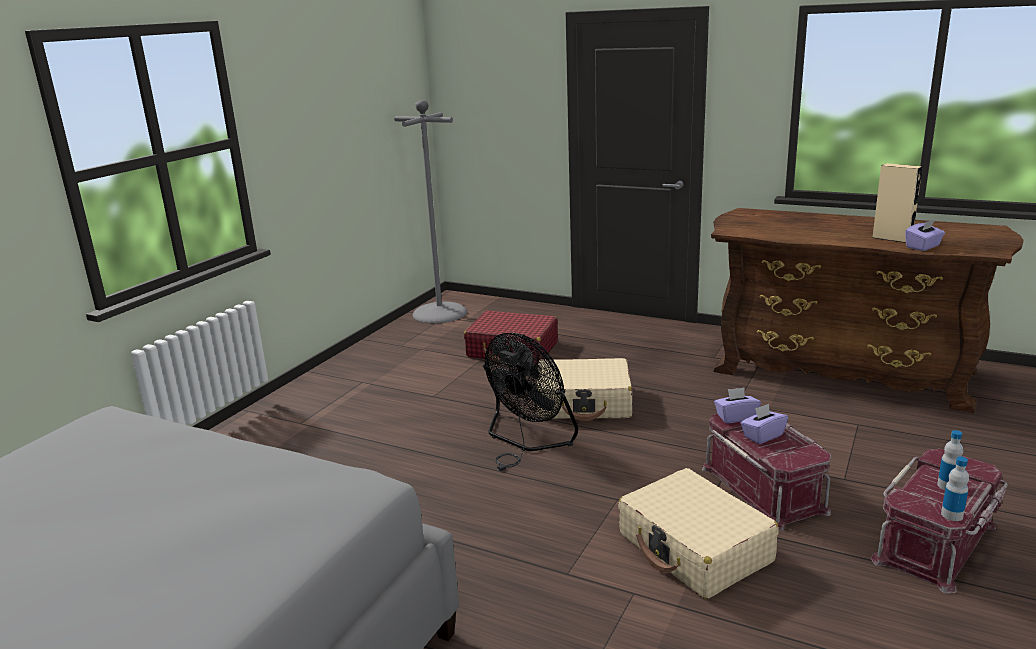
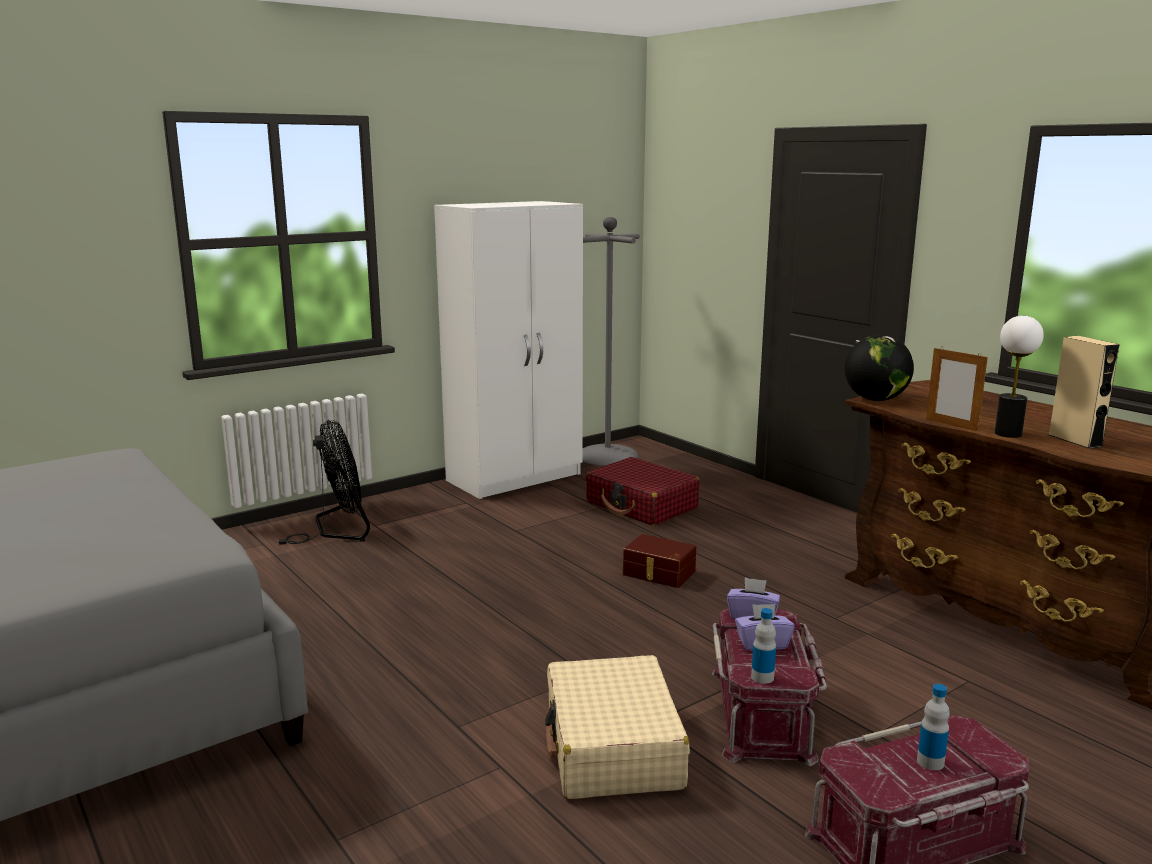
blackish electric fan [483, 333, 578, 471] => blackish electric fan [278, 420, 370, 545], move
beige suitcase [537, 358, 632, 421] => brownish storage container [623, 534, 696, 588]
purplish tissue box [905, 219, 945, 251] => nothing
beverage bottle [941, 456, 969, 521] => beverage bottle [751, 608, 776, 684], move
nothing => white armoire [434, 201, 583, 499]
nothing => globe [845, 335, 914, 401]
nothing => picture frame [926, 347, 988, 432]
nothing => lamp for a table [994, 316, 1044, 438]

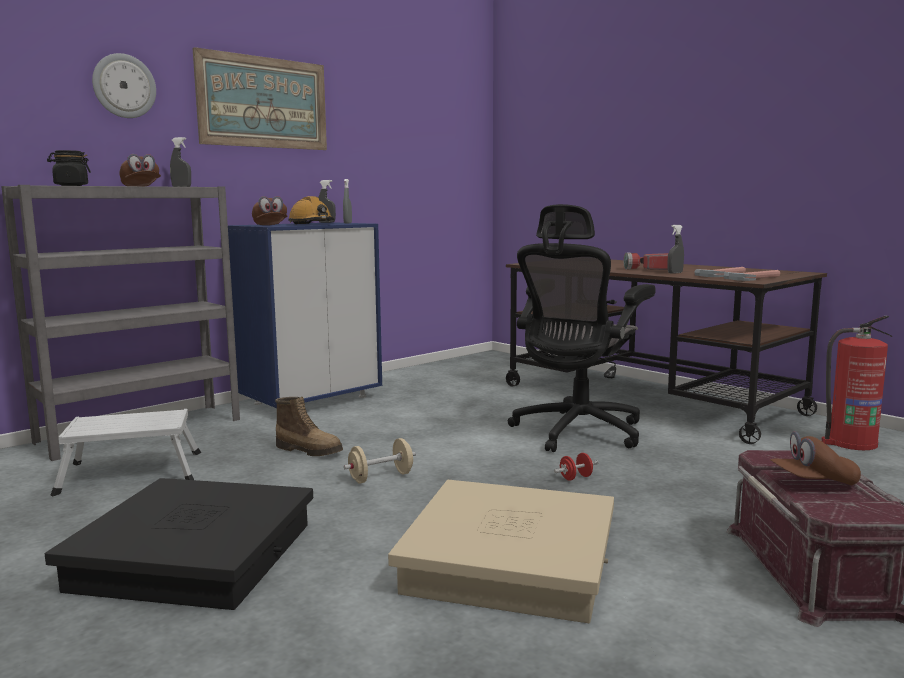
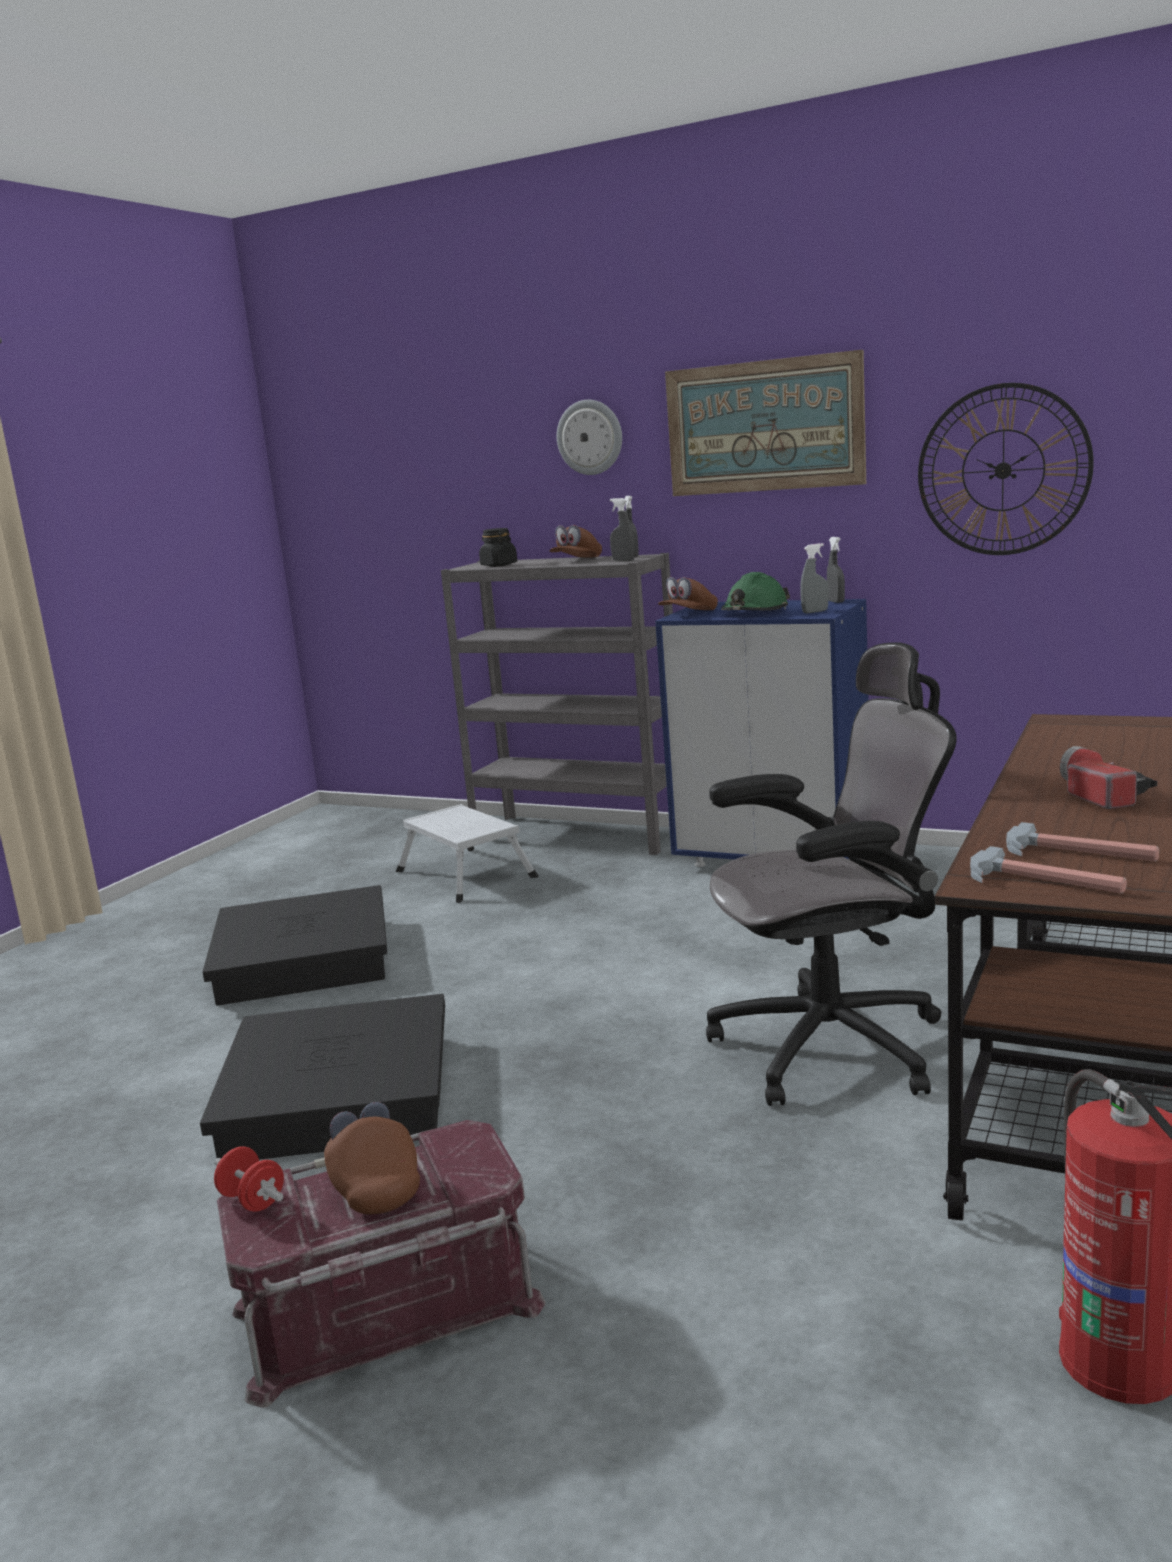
tall boot [275, 397, 343, 456] => nothing
orange hard hat [288, 196, 335, 224] => green-coloured hard hat [721, 572, 790, 611]
beige hand weight [344, 438, 416, 483] => nothing
beige storage container [388, 480, 614, 623] => blackish storage container [200, 994, 445, 1160]
office chair [508, 204, 655, 452] => office chair [706, 642, 957, 1106], 150 degrees clockwise
reddish hand weight [554, 453, 599, 481] => reddish hand weight [214, 1147, 284, 1212], move
gray spray bottle [667, 225, 684, 274] => gray spray bottle [610, 498, 635, 561], move
nothing => clock on the wall [918, 383, 1094, 555]

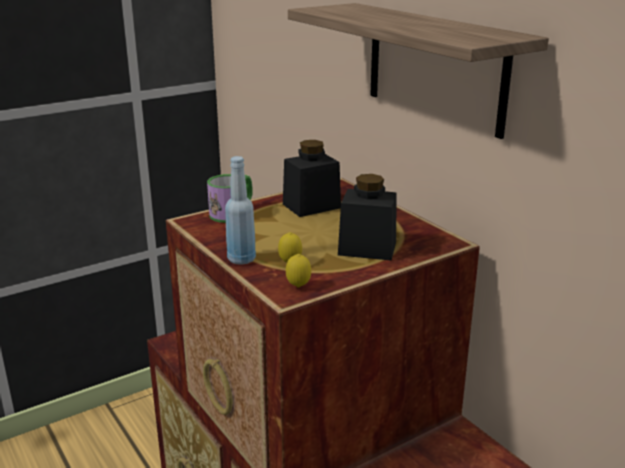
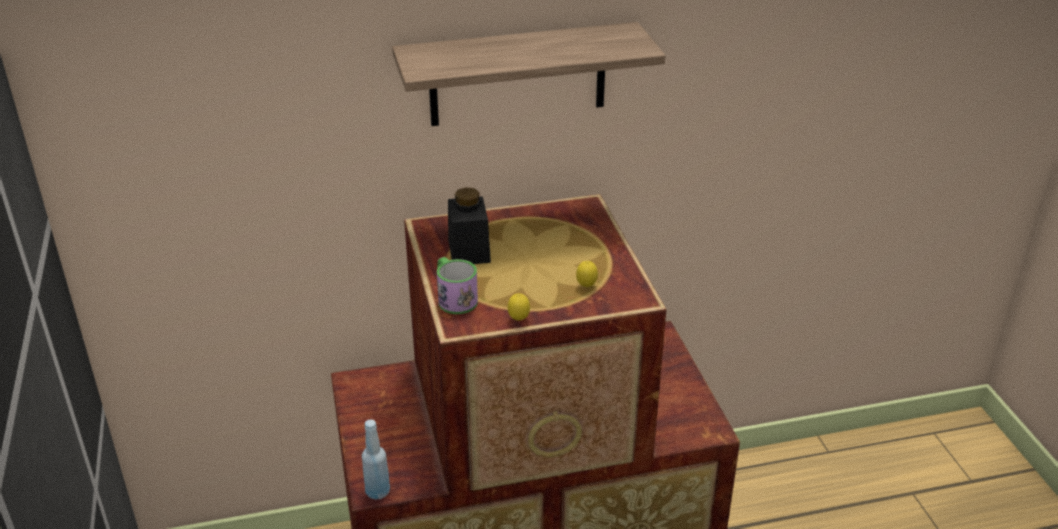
blue beverage bottle [225, 156, 256, 265] => blue beverage bottle [362, 419, 390, 500], move
citrus fruit [286, 254, 311, 288] => citrus fruit [508, 293, 530, 321], move
blackish storage jar [338, 174, 397, 261] => nothing

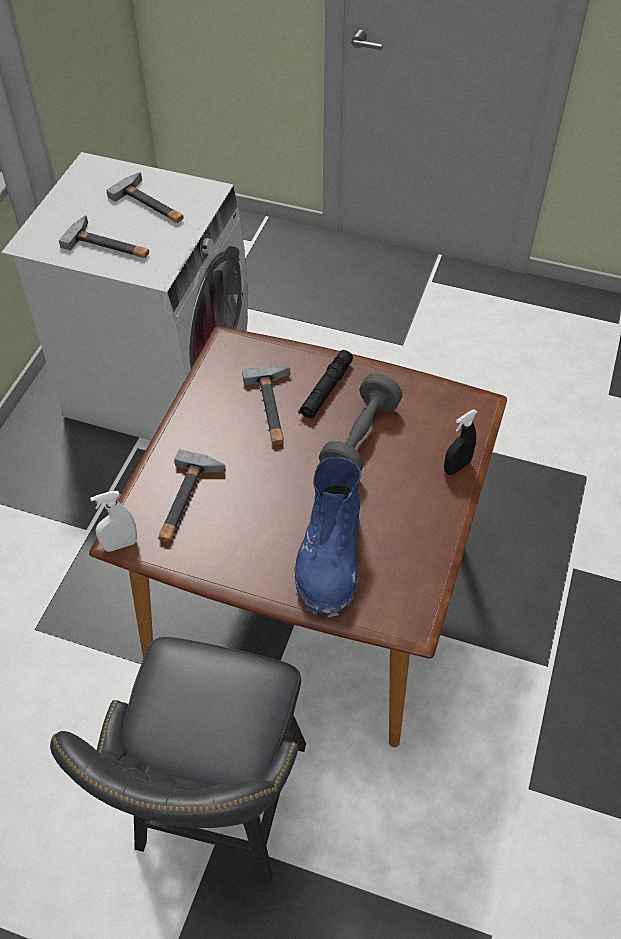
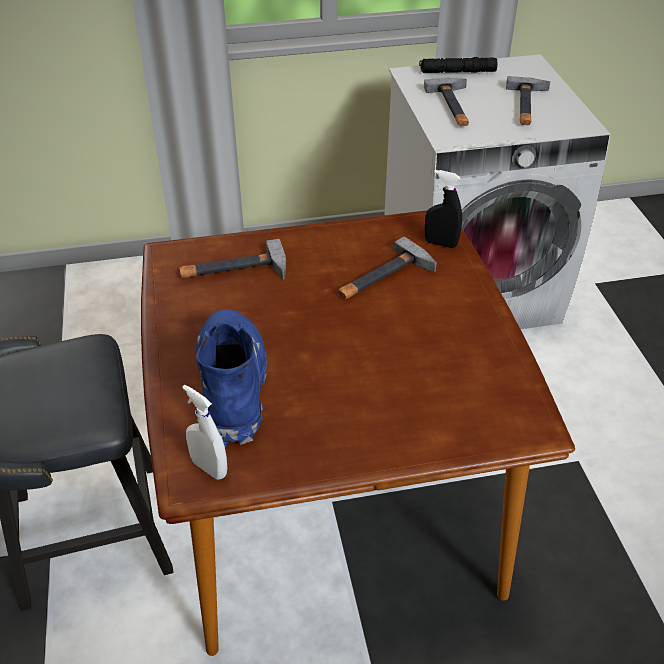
white spray bottle [90, 491, 137, 552] => white spray bottle [182, 385, 227, 480], move
blue tall boot [294, 457, 361, 618] => blue tall boot [196, 309, 267, 447], 105 degrees clockwise
blackish torch [298, 350, 353, 419] => blackish torch [419, 57, 498, 73], move
gray hand weight [319, 373, 402, 470] => nothing
blackish spray bottle [444, 409, 477, 475] => blackish spray bottle [425, 170, 462, 248], move

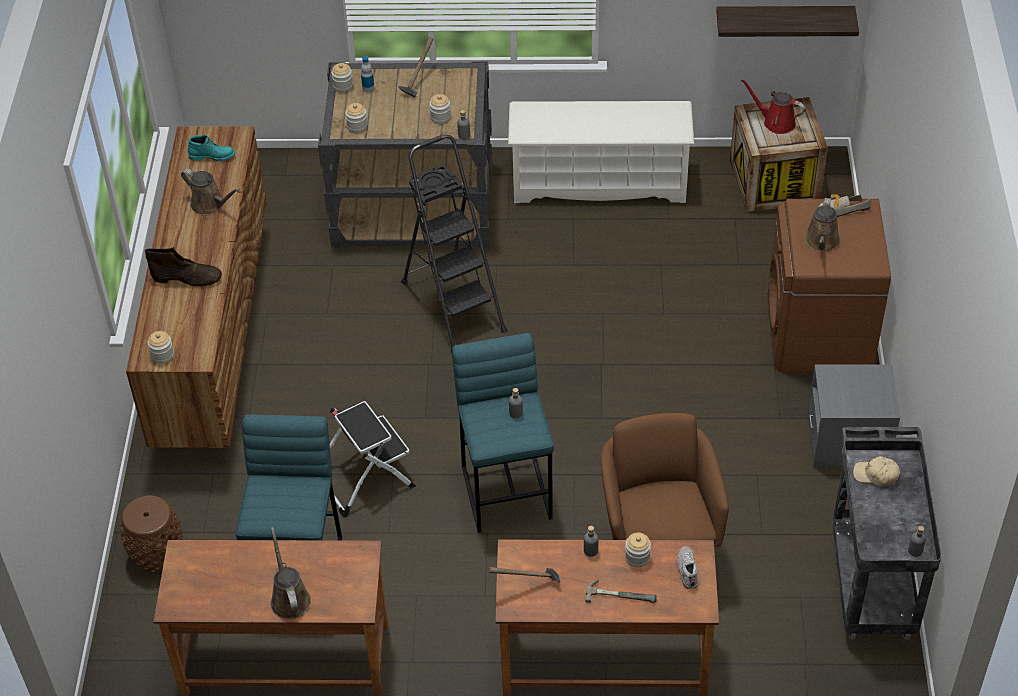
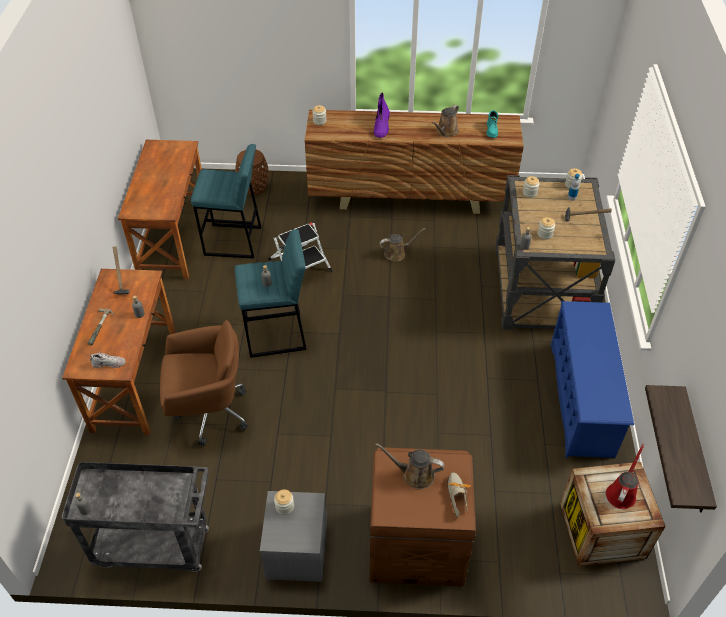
brownish tall boot [145, 247, 222, 287] => purplish tall boot [374, 93, 390, 138]
brownish sprinkling can [271, 527, 311, 620] => brownish sprinkling can [379, 228, 425, 261], move
stepladder [401, 135, 508, 353] => nothing
white shoe shelf [508, 101, 694, 203] => blue shoe shelf [551, 301, 634, 458]
storage jar [625, 533, 651, 567] => storage jar [274, 489, 294, 515], move
beige cap [853, 456, 900, 487] => nothing

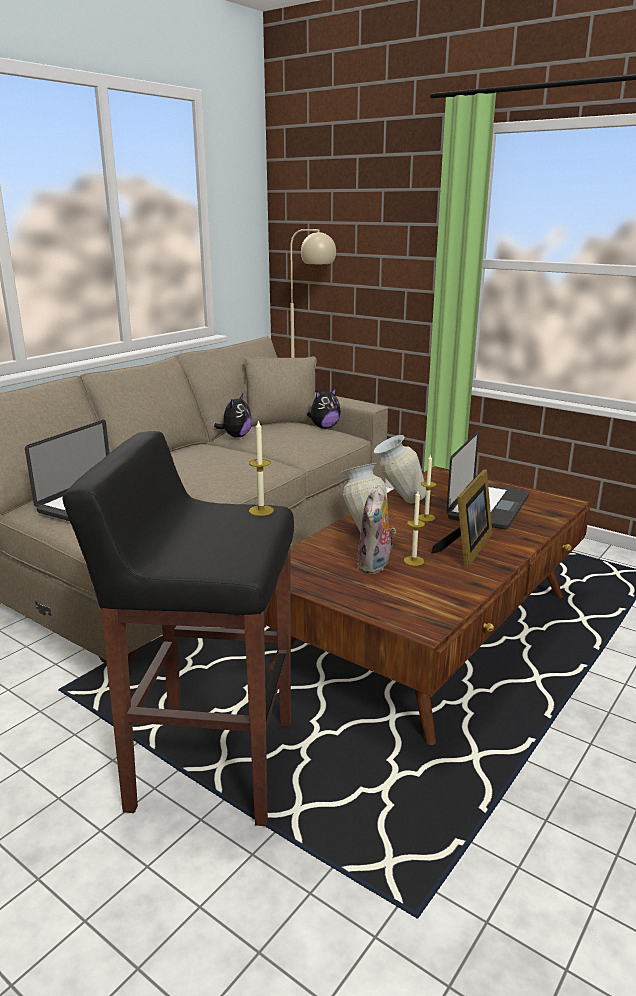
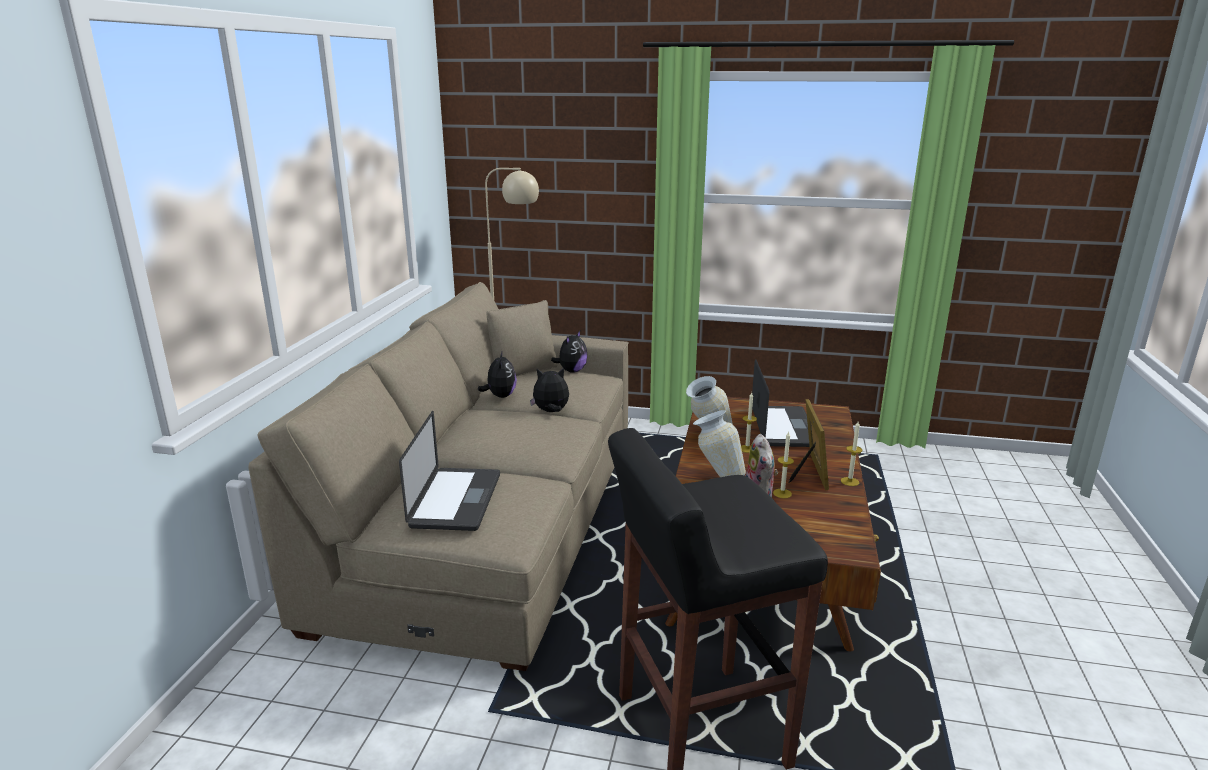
candle [249, 420, 274, 516] => candle [841, 422, 863, 486], move
nothing => soft toy [530, 368, 569, 412]

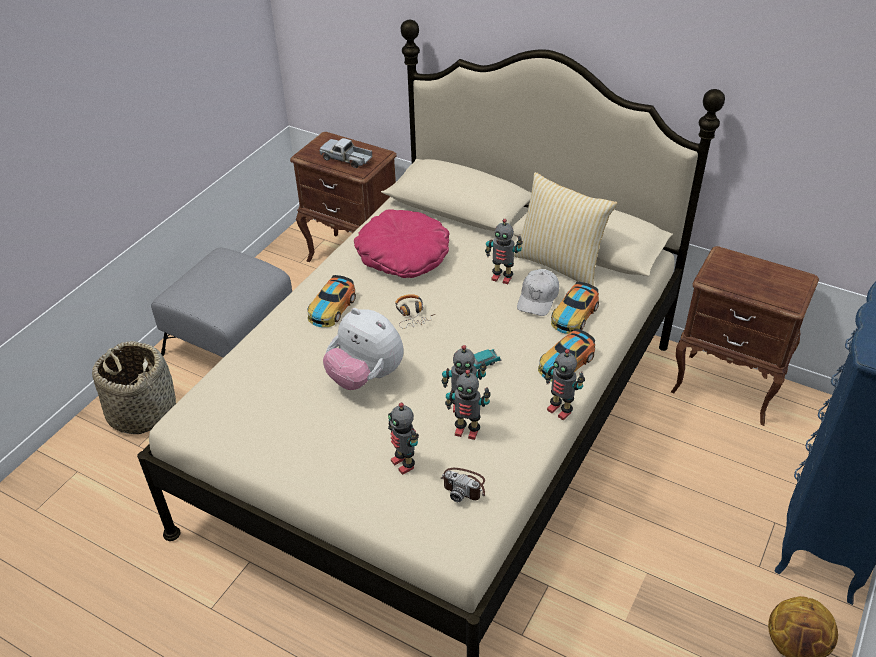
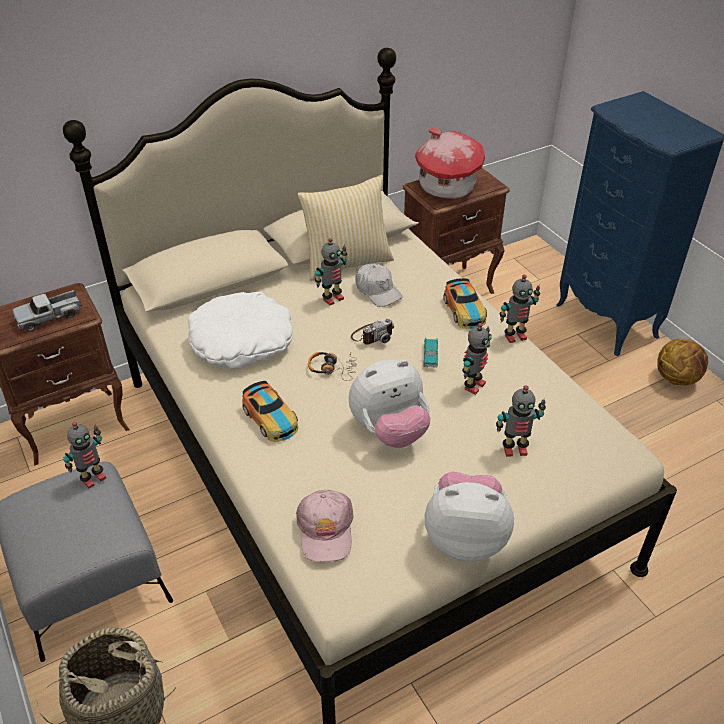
pink throw pillow [354, 209, 450, 278] => white throw pillow [188, 292, 293, 369]
photo camera [441, 468, 485, 502] => photo camera [351, 319, 394, 345], move
toy robot [445, 369, 491, 440] => toy robot [63, 422, 106, 489], move
toy car [551, 282, 599, 334] => nothing
nothing => pink cap [296, 490, 354, 562]
nothing => model house [415, 128, 485, 199]
nothing => soft toy [424, 471, 514, 562]

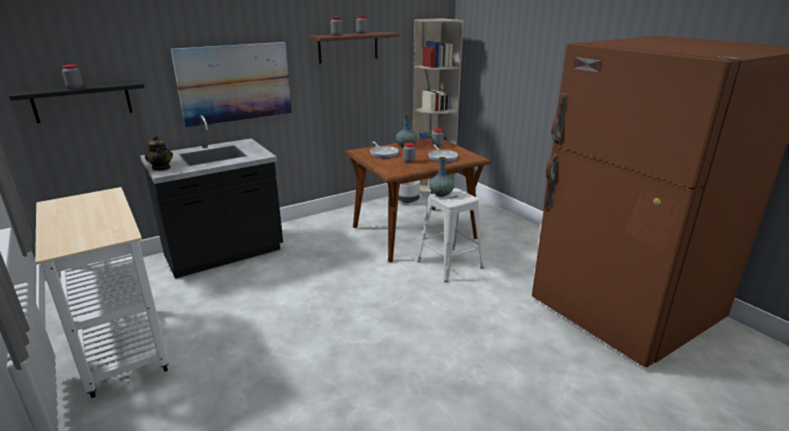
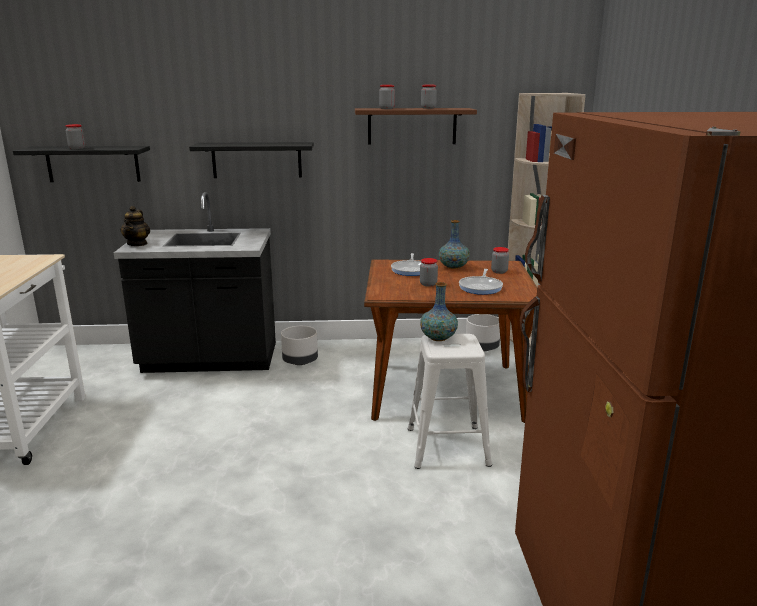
wall art [171, 42, 292, 128] => blackish shelf [189, 142, 314, 178]
nothing => gray flower pot [281, 326, 318, 365]

